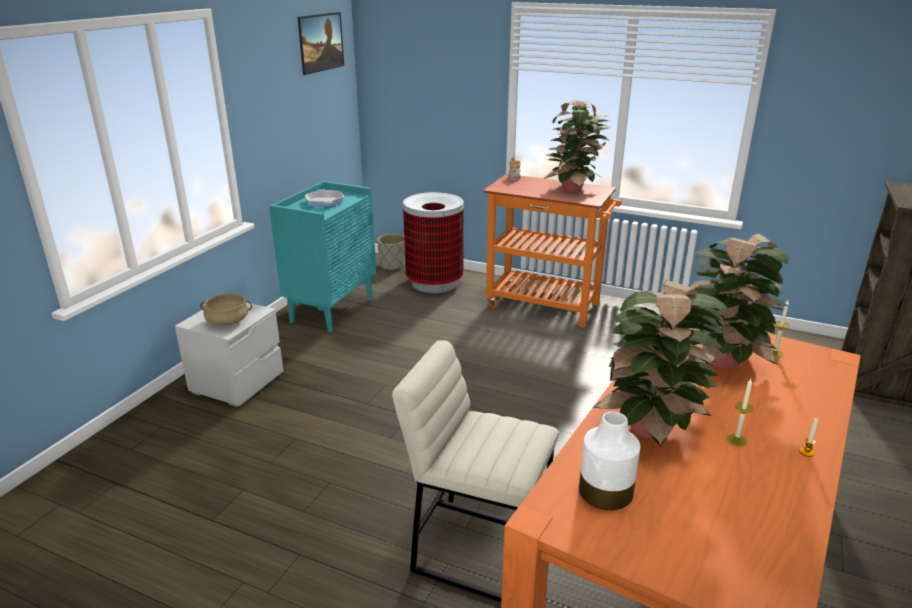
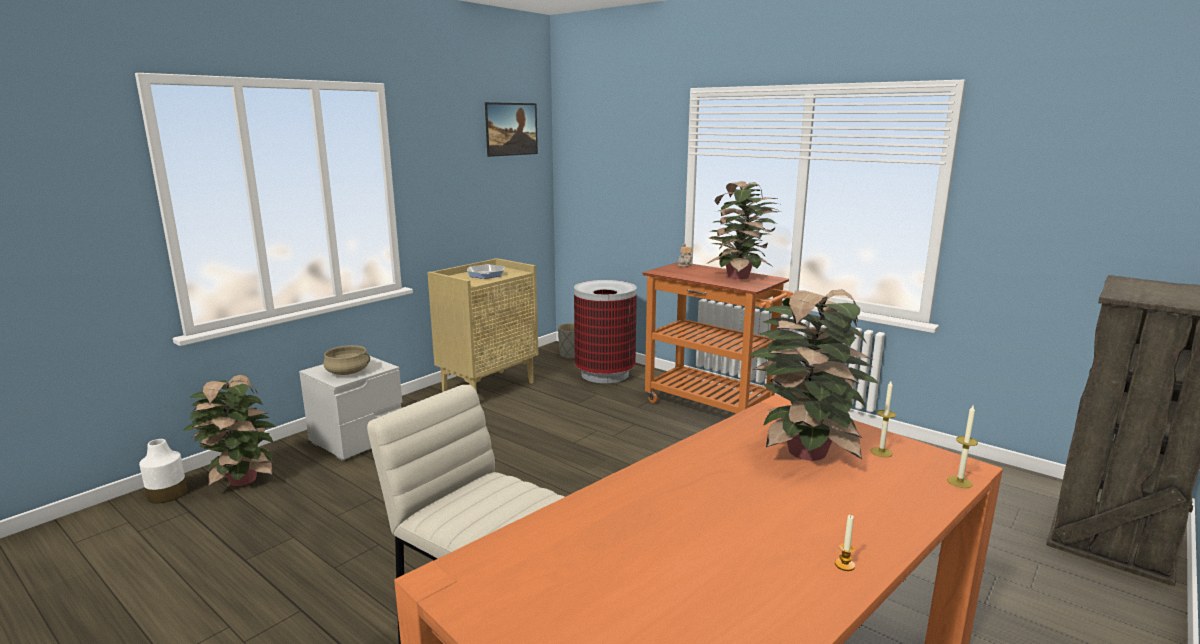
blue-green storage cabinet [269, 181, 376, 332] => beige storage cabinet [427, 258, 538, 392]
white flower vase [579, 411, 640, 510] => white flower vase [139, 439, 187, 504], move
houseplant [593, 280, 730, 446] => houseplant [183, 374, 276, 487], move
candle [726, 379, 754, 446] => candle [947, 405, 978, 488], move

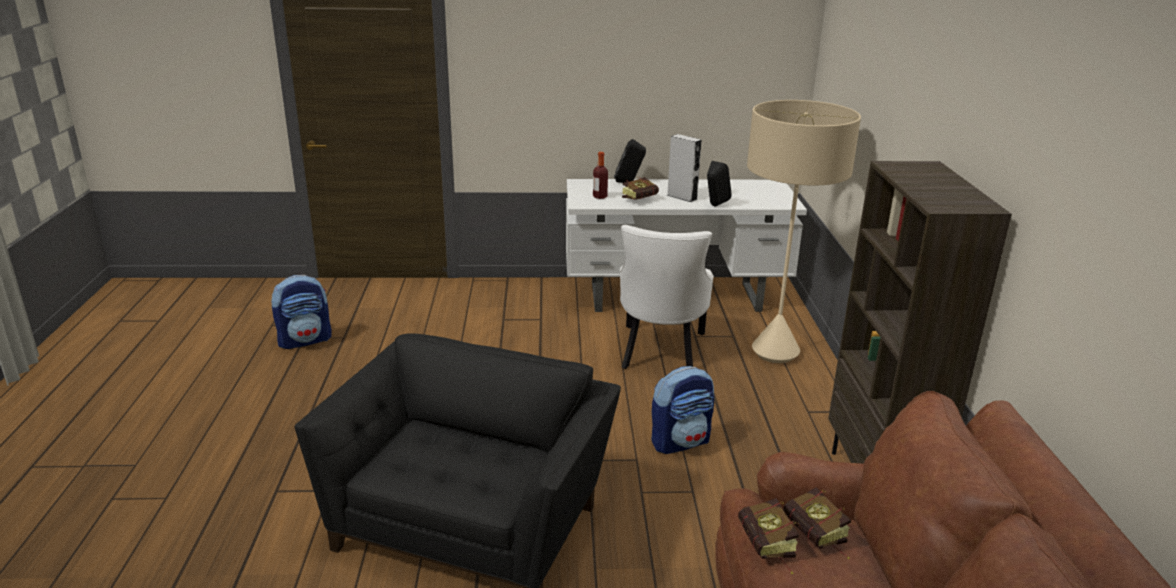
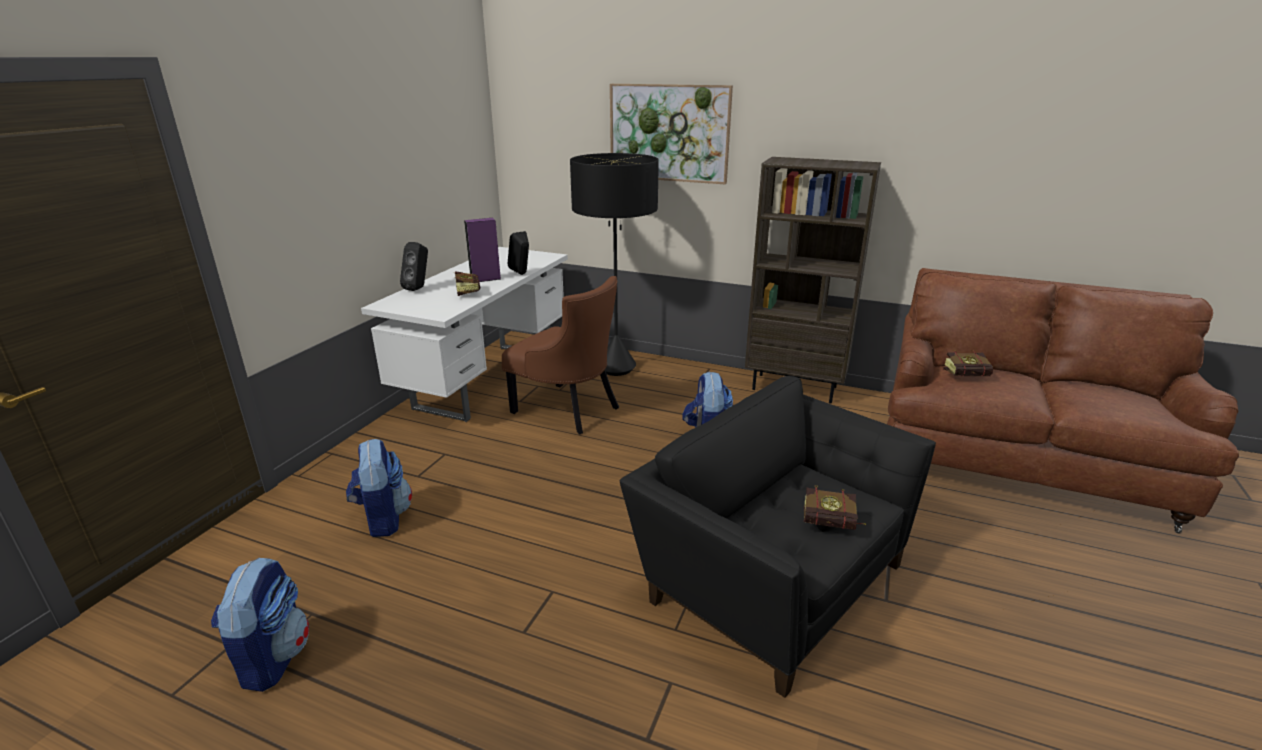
beverage bottle [593, 152, 608, 199] => nothing
white plain chair [620, 225, 714, 369] => brownish plain chair [501, 276, 619, 435]
gray speaker [667, 134, 702, 202] => purplish speaker [464, 218, 501, 282]
bound book [738, 498, 799, 574] => bound book [804, 486, 866, 530], move
beige standard lamp [747, 100, 861, 363] => blackish standard lamp [570, 153, 659, 376]
nothing => backpack [346, 439, 412, 537]
nothing => wall art [610, 84, 733, 184]

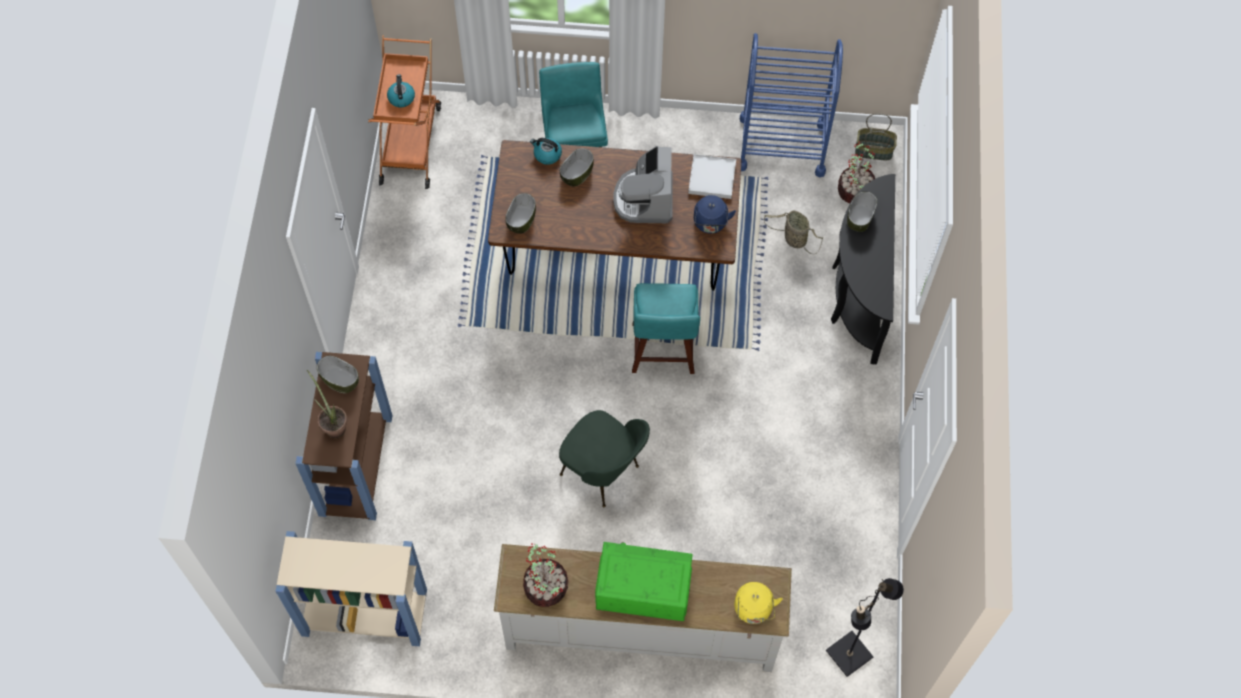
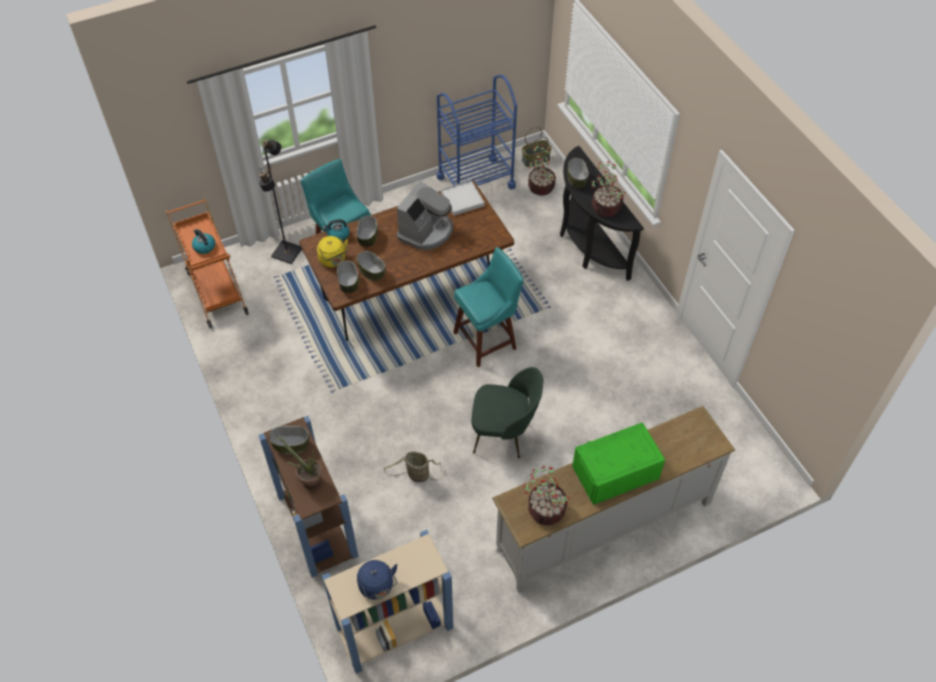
coffee brewer [613, 146, 673, 223] => coffee brewer [397, 181, 453, 250], 120 degrees counterclockwise
blue-green plain chair [632, 283, 700, 374] => blue-green plain chair [453, 247, 524, 367], 90 degrees counterclockwise
blue tea kettle [694, 195, 736, 234] => blue tea kettle [357, 560, 398, 600], move
yellowish tea kettle [734, 582, 783, 624] => yellowish tea kettle [317, 236, 348, 267], move
basket [764, 211, 823, 254] => basket [384, 451, 442, 482], move
blackish standard lamp [826, 578, 904, 677] => blackish standard lamp [259, 140, 302, 264], move
nothing => deep dish [357, 251, 386, 281]
nothing => houseplant [590, 161, 625, 217]

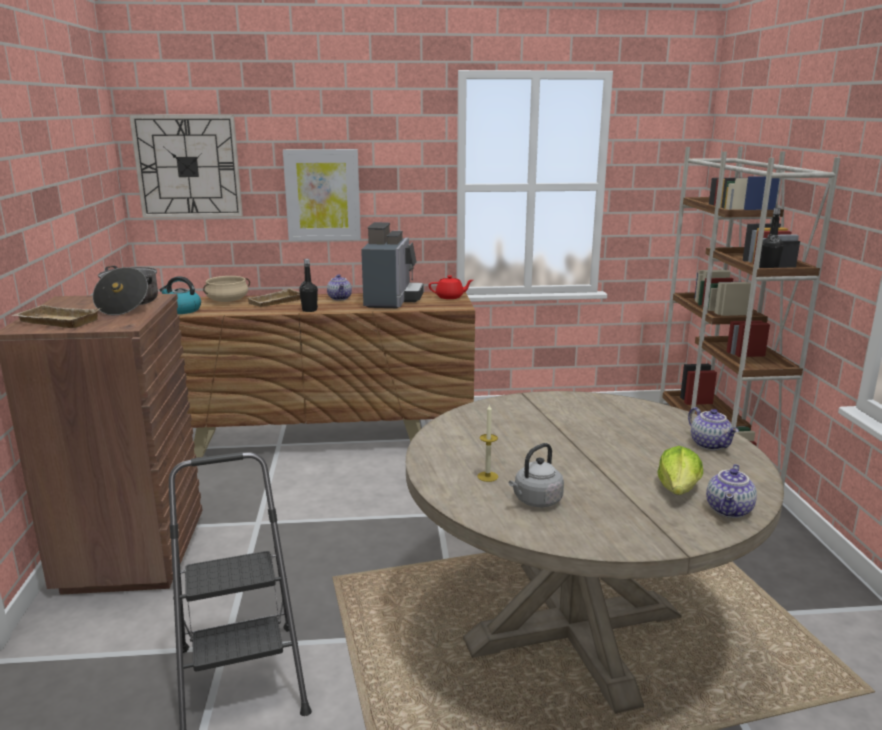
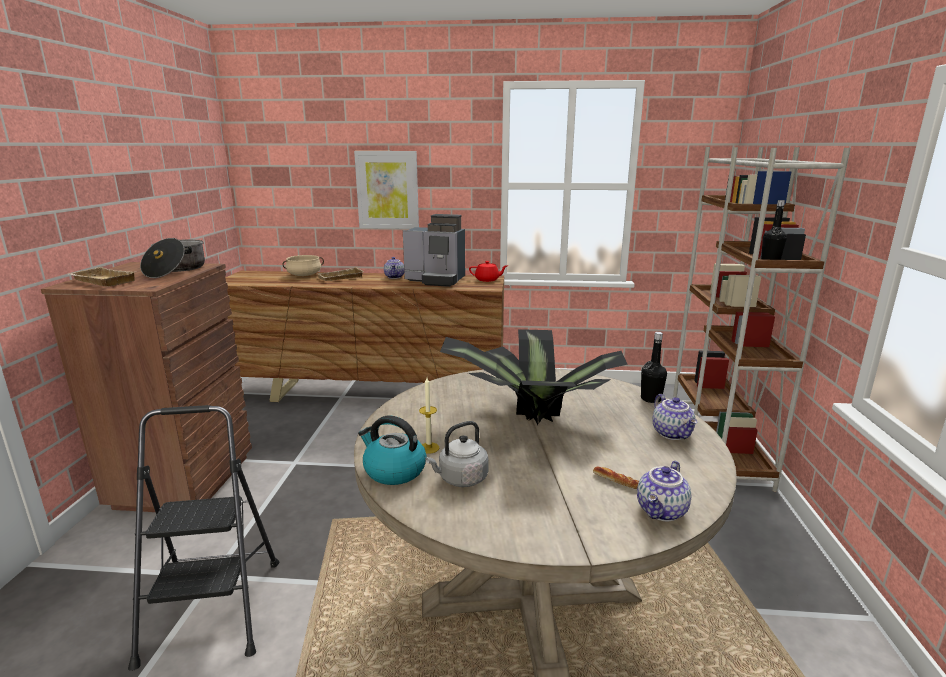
clock on the wall [129, 115, 243, 218] => nothing
tea kettle [159, 276, 201, 314] => tea kettle [358, 415, 427, 485], move
blackish beverage bottle [299, 259, 318, 312] => blackish beverage bottle [641, 332, 667, 403], move
coffee brewer [361, 222, 423, 308] => coffee brewer [403, 214, 465, 287], 90 degrees clockwise
head of lettuce [657, 446, 703, 495] => bread [593, 466, 639, 489]
nothing => houseplant [440, 329, 628, 425]

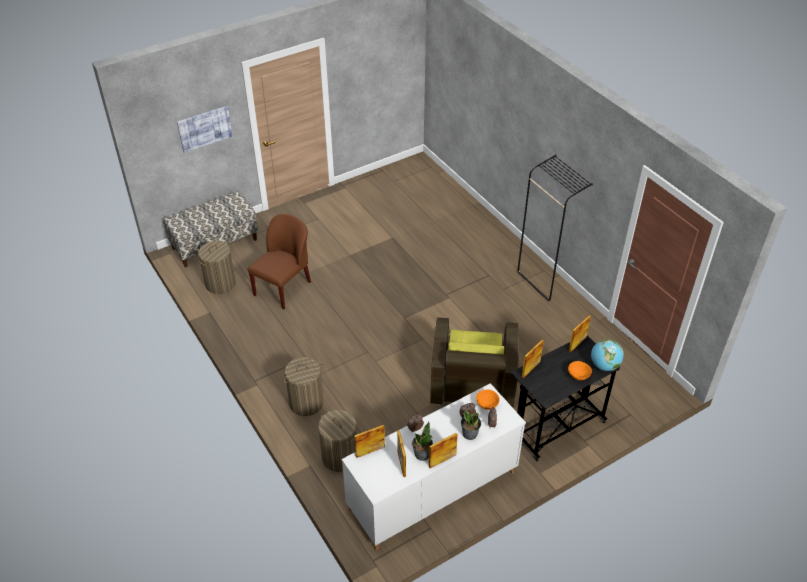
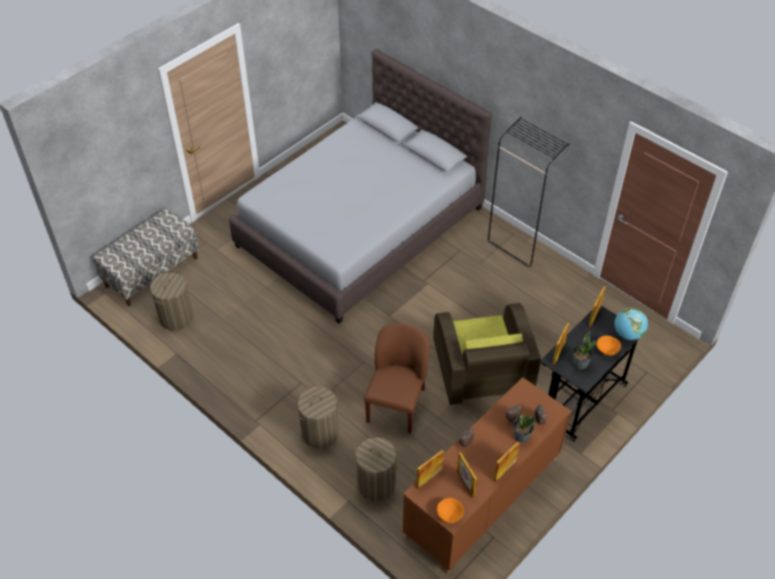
wall art [177, 106, 233, 153] => nothing
brownish plain chair [248, 214, 311, 310] => brownish plain chair [364, 324, 430, 434], move
white dresser [341, 383, 526, 551] => brownish dresser [403, 377, 572, 575]
houseplant [412, 422, 433, 461] => houseplant [573, 330, 597, 369], move
orange deep dish [476, 389, 499, 410] => orange deep dish [437, 498, 464, 523], move
nothing => gray sleeping bed [229, 49, 492, 324]

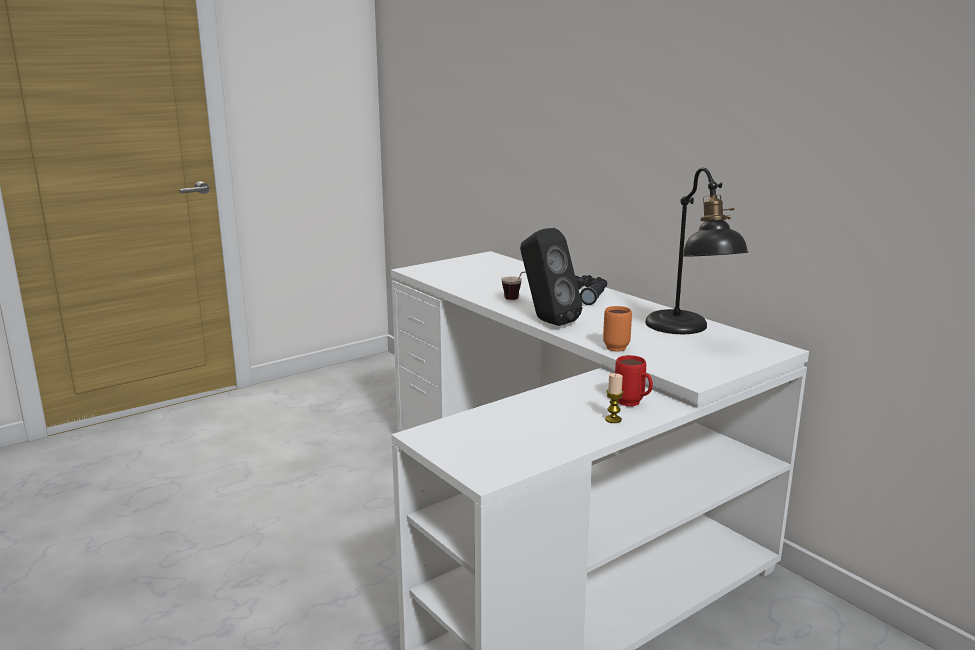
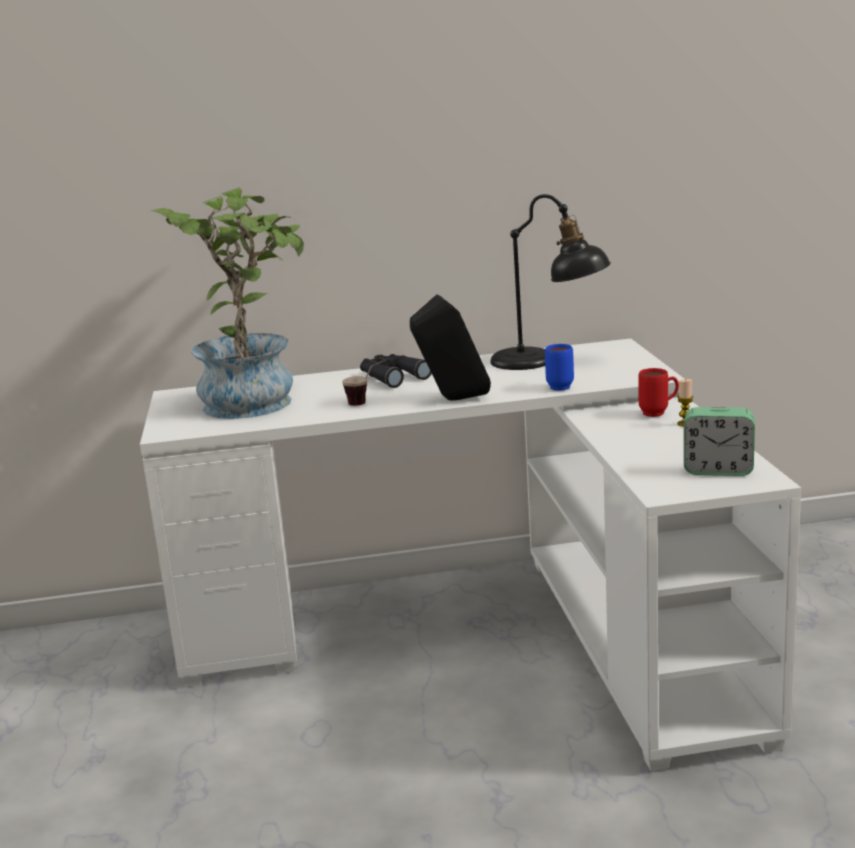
orange coffee mug [603, 306, 632, 352] => blue coffee mug [545, 344, 574, 391]
nothing => houseplant [151, 188, 304, 419]
nothing => bedside clock [684, 407, 755, 476]

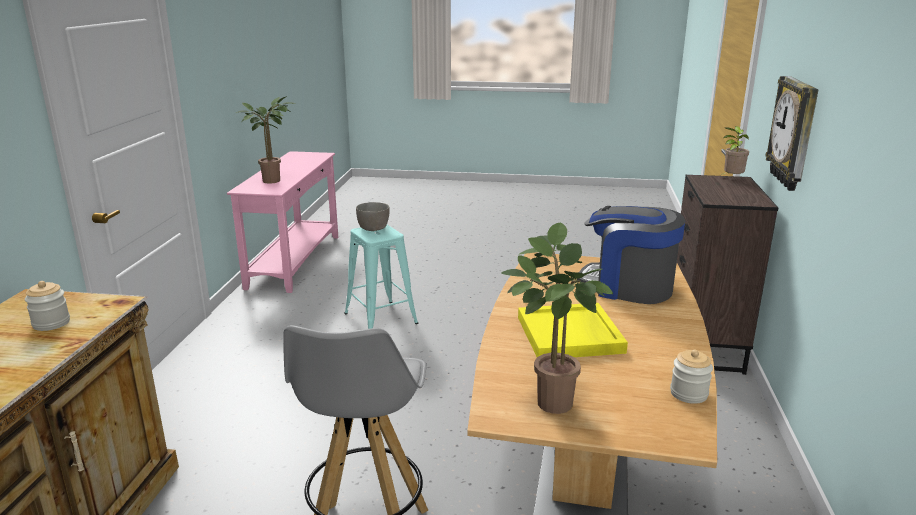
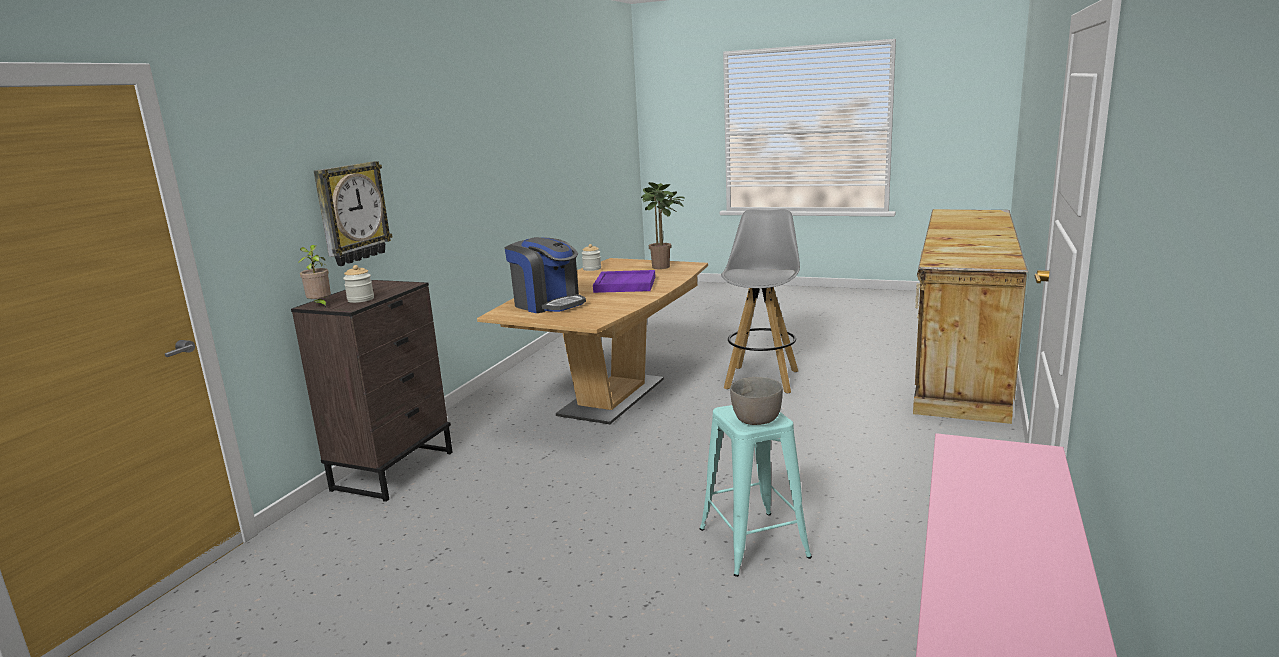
storage jar [25, 281, 70, 331] => storage jar [343, 265, 374, 303], move
houseplant [235, 96, 295, 183] => nothing
yellowish carrying tray [518, 303, 628, 357] => purplish carrying tray [593, 270, 655, 293]

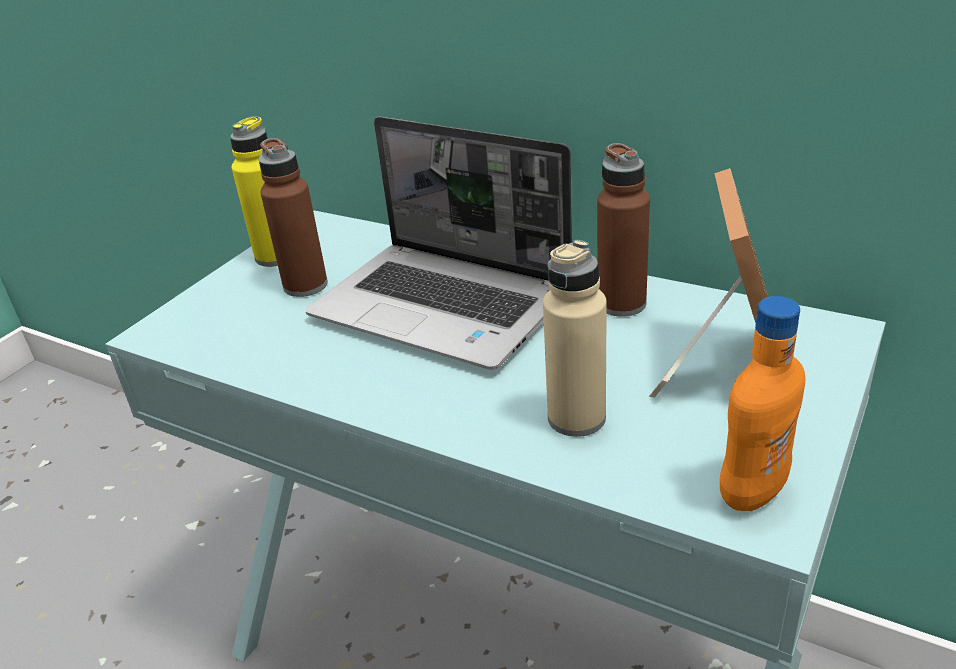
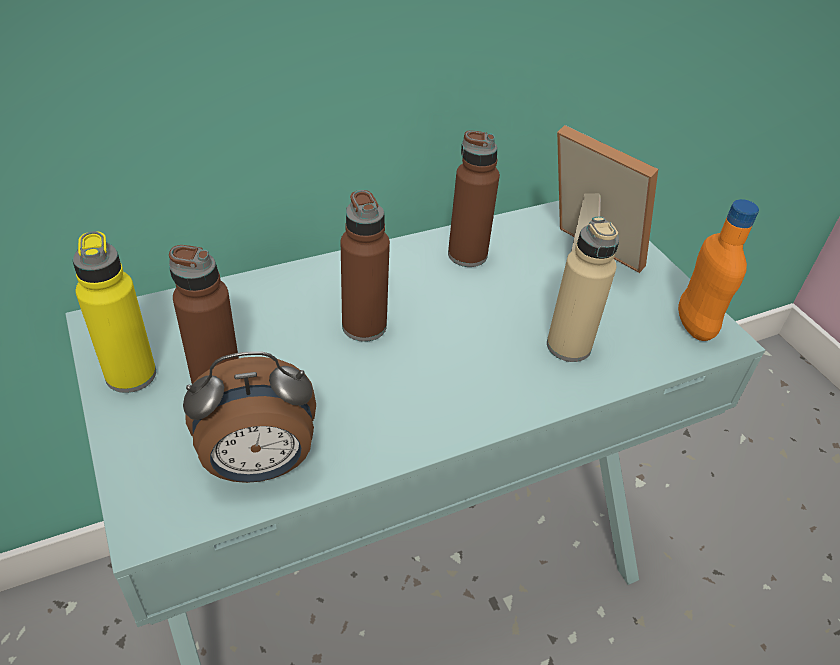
laptop [305, 117, 572, 370] => brownish beverage bottle [341, 190, 390, 342]
nothing => bedside clock [183, 351, 316, 483]

